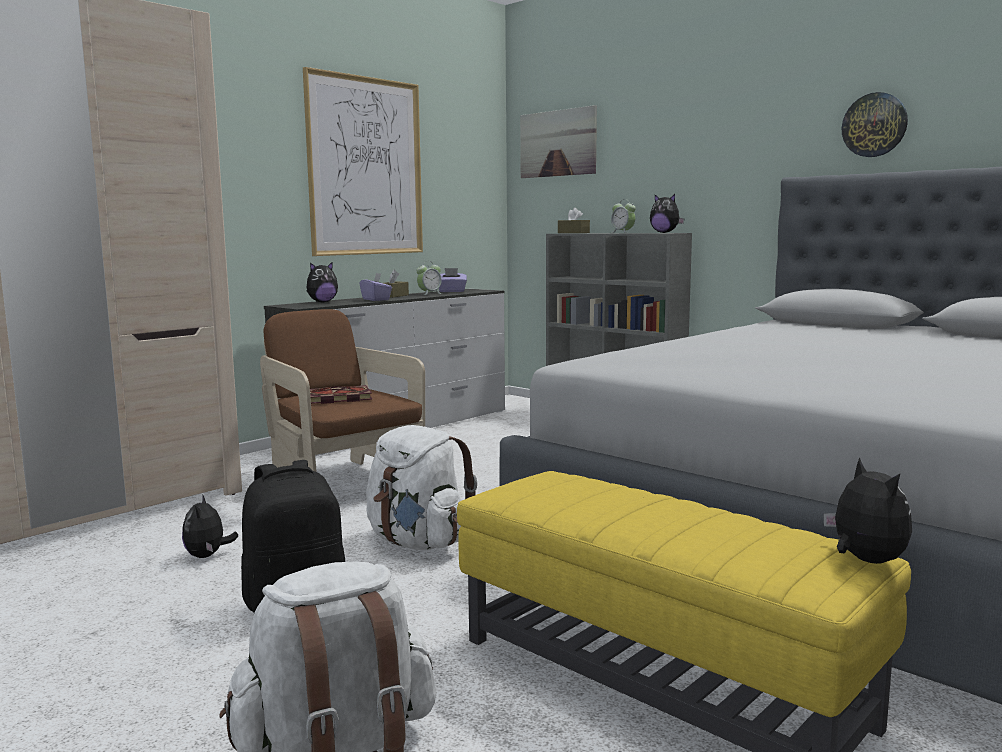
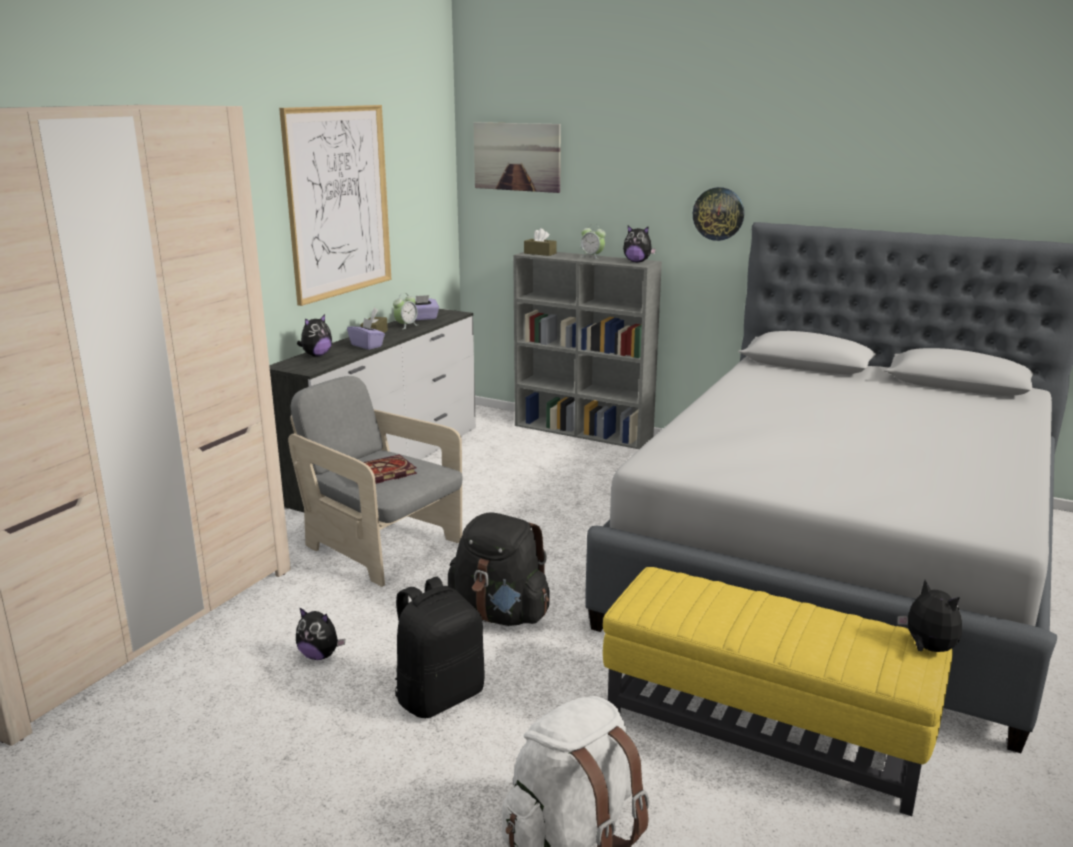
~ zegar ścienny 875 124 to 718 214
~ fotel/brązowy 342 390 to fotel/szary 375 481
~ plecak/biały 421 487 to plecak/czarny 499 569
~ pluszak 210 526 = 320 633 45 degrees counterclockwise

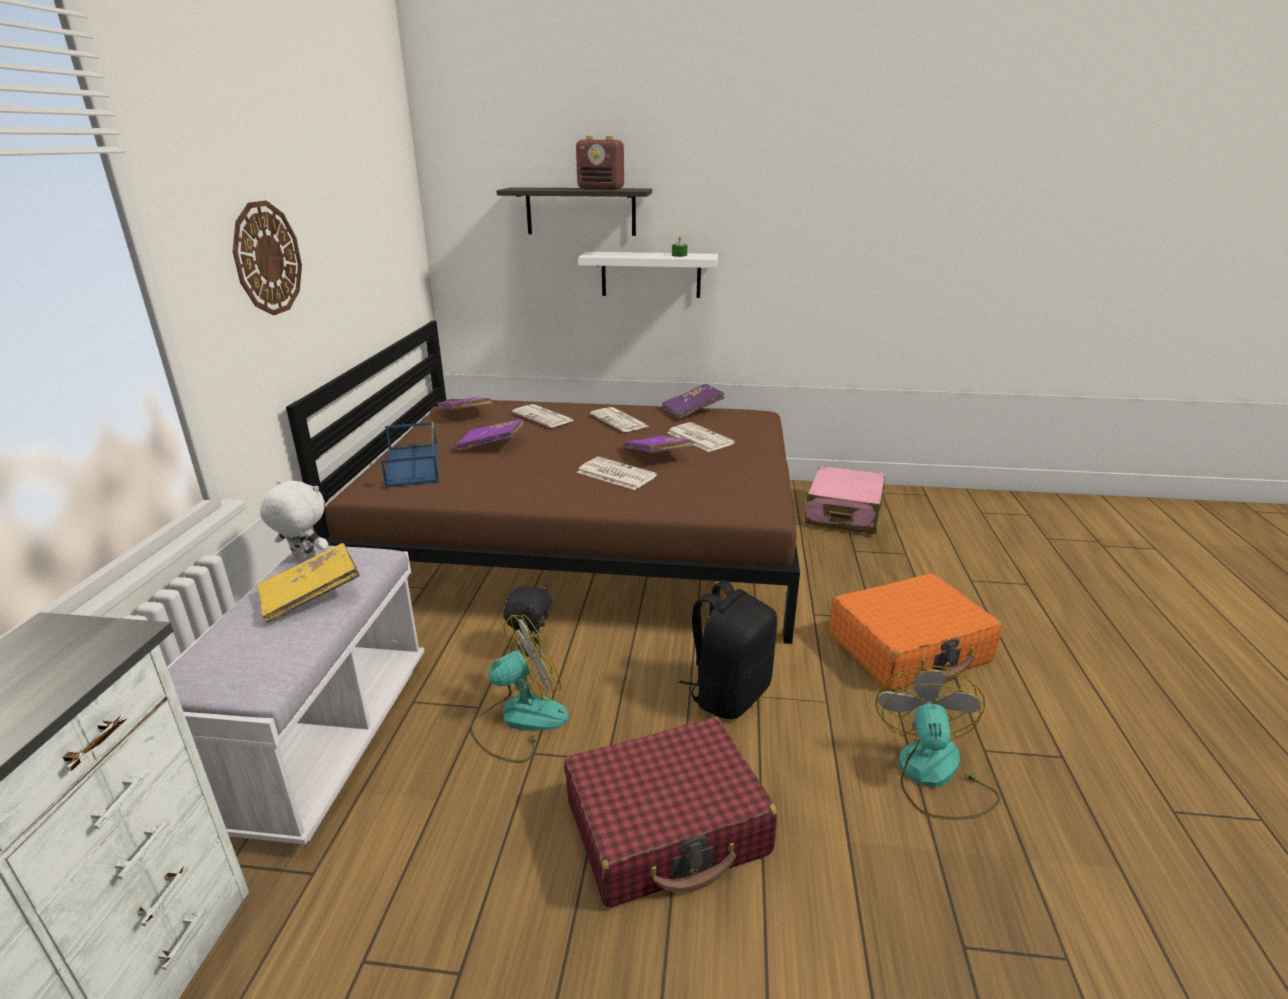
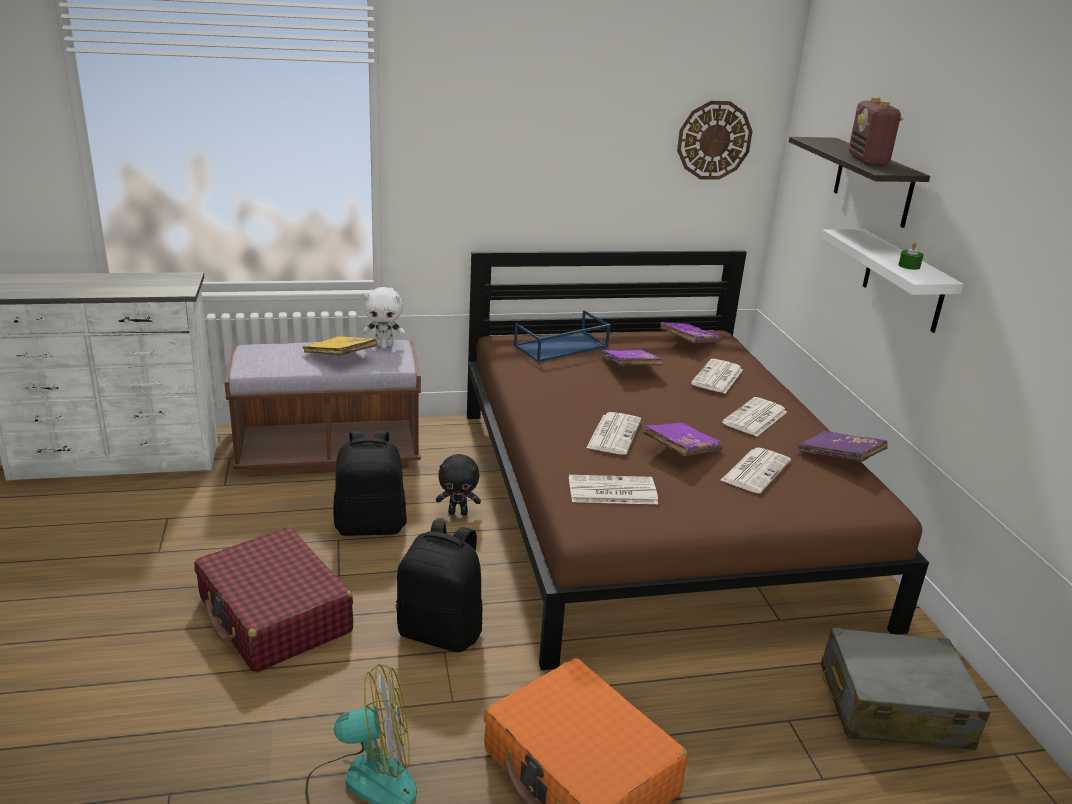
~ zegar ścienny 267 257 to 715 140
~ walizka/różowy 845 500 to walizka/szary 906 688
~ pluszak/biały 294 520 = 384 316 90 degrees clockwise
~ ławka/biały 295 695 to ławka/brązowy 322 408
~ wentylator 519 689 to plecak/czarny 370 483
+ gazeta 613 489

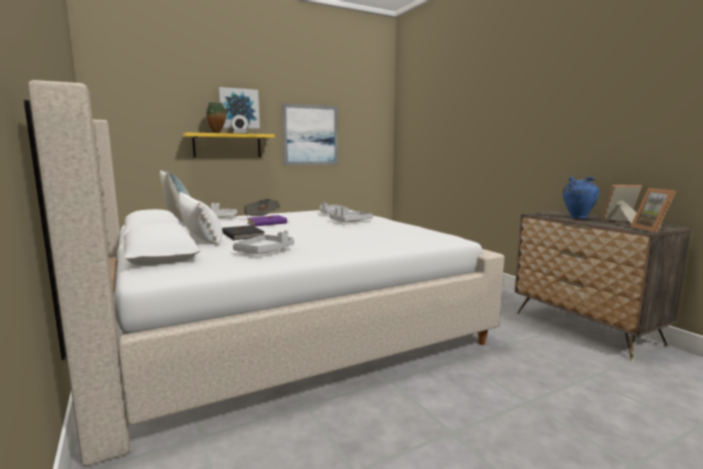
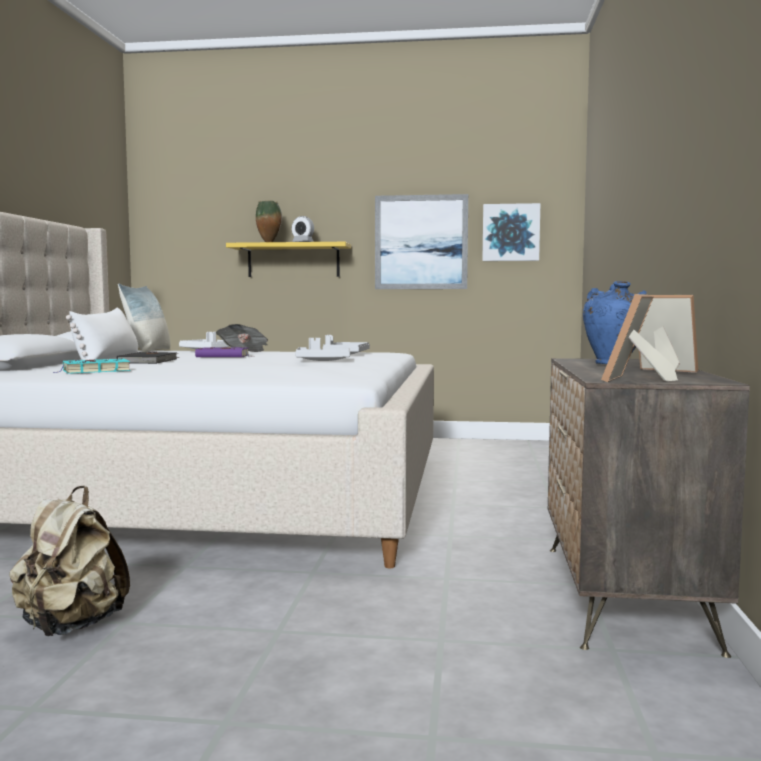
~ obraz 239 108 to 511 232
~ taca/szary 263 242 to książka/turkusowy 90 366
+ plecak/beżowy 69 561

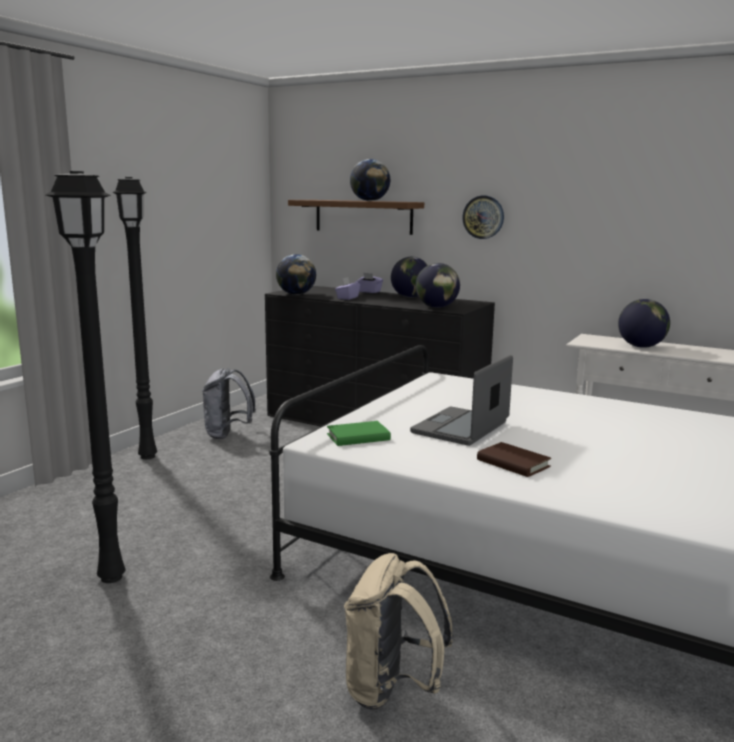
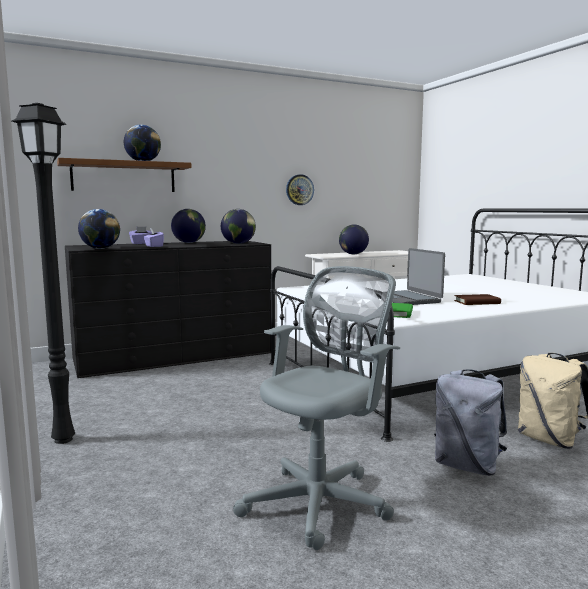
~ lampa stojąca/czarny 85 377 to krzesło biurowe/szary 316 408
~ zegar ścienny 483 217 to 300 189
~ plecak/szary 229 403 to 470 422

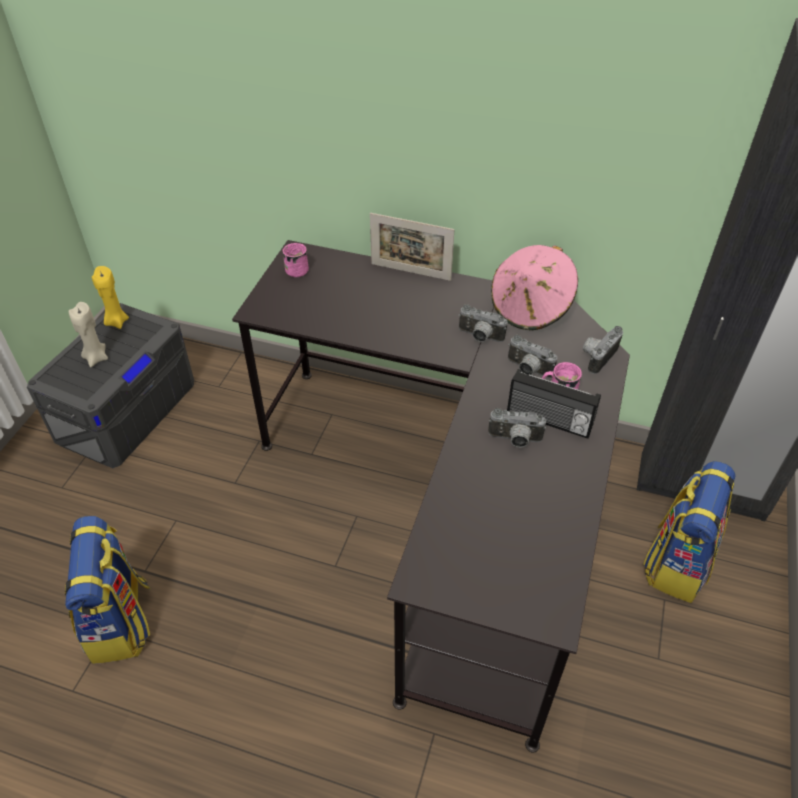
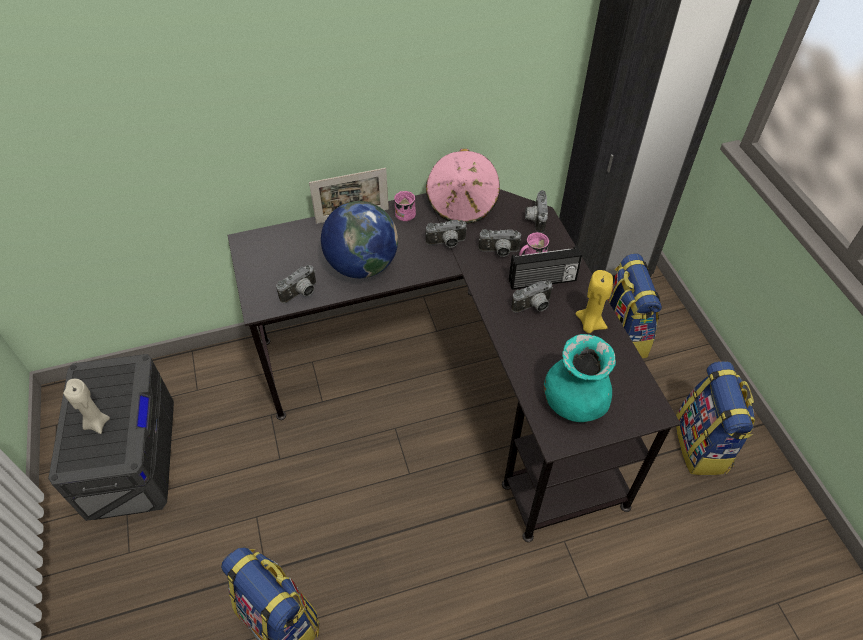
~ kubek/różowy 295 260 to 405 206
~ świeca/żółty 110 297 to 594 301
+ globus 359 239
+ aparat fotograficzny 296 284
+ wazon/turkusowy 580 378
+ plecak 715 418

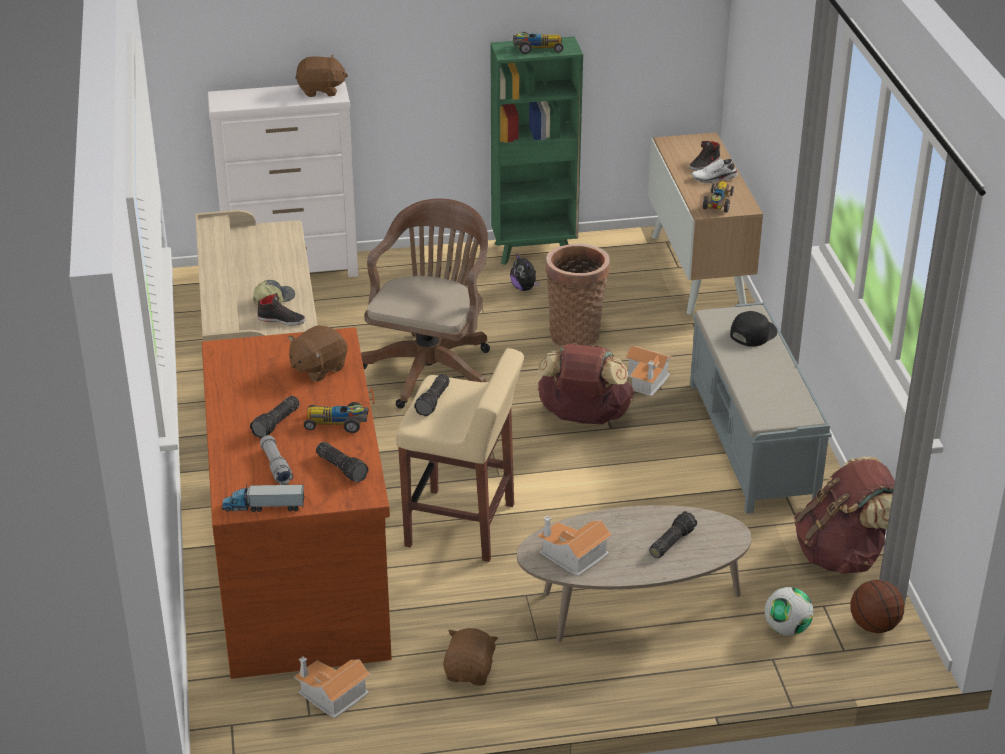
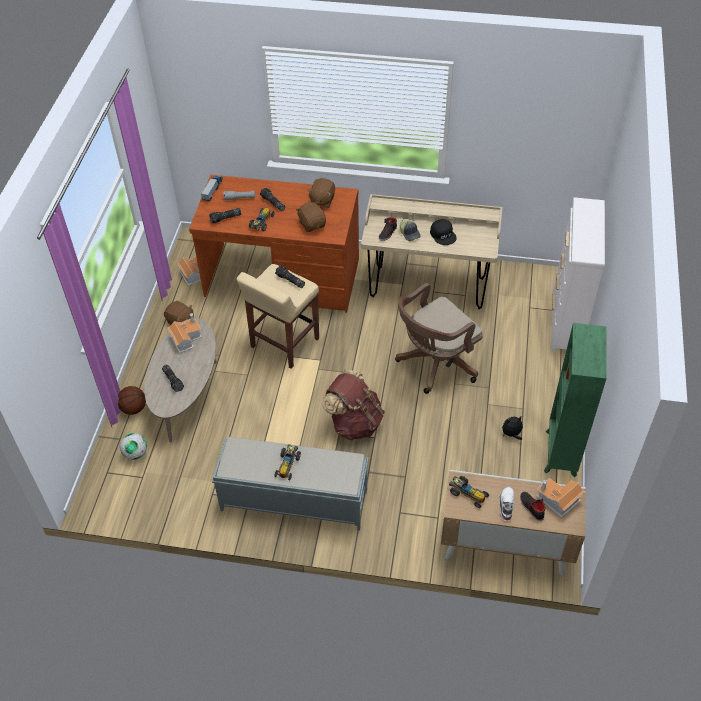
~ samochodzik 538 43 to 287 462
~ pluszak/brązowy 321 76 to 321 193
~ krzesło biurowe/brązowy 425 303 = 439 338 105 degrees clockwise
- koszyk 578 295
~ czapka z daszkiem/czarny 753 329 to 443 232
~ domek 649 371 to 560 498
- plecak/brązowy 844 515
~ piłka do koszykówki 877 606 to 132 400

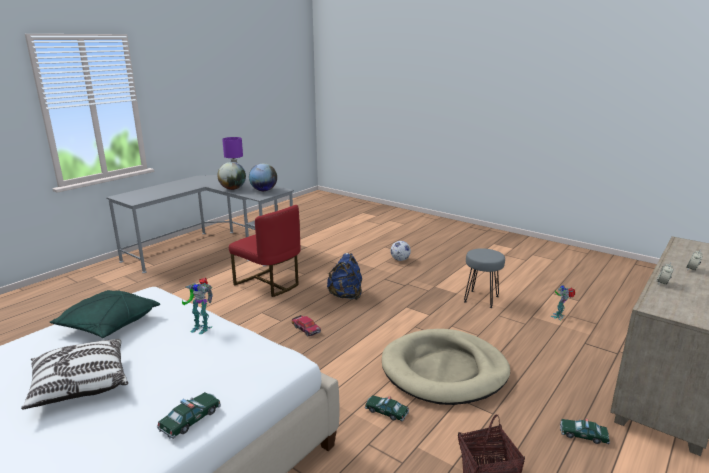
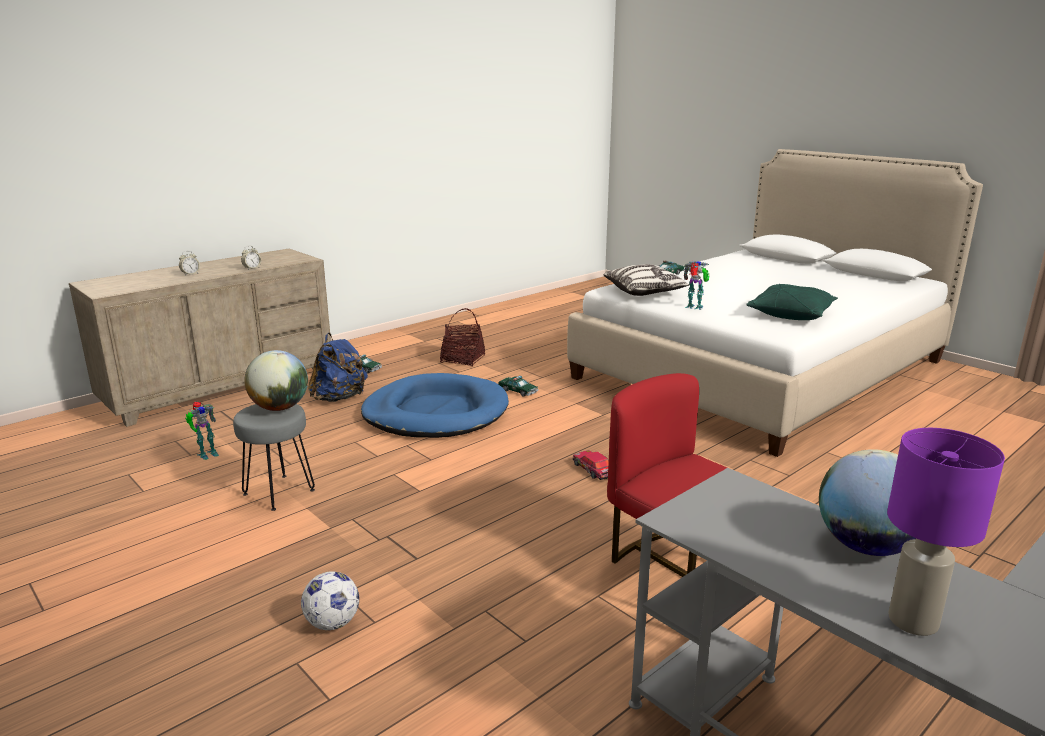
~ globus 263 177 to 276 380
~ plecak/niebieski 344 276 to 338 367
~ legowisko/beżowy 446 367 to legowisko/niebieski 435 405
~ poduszka 74 374 to 646 280

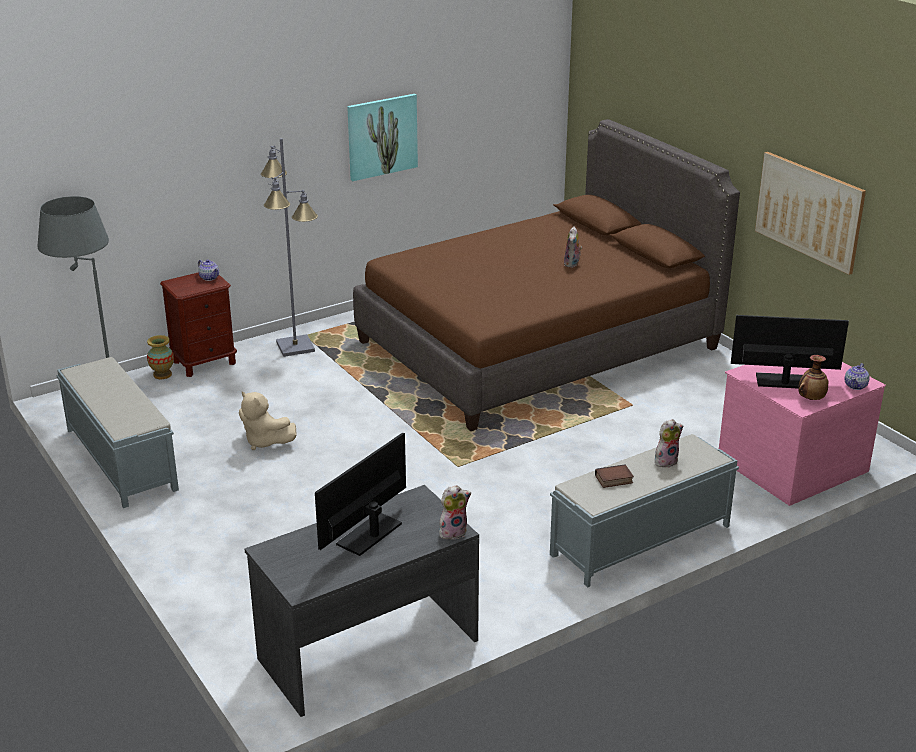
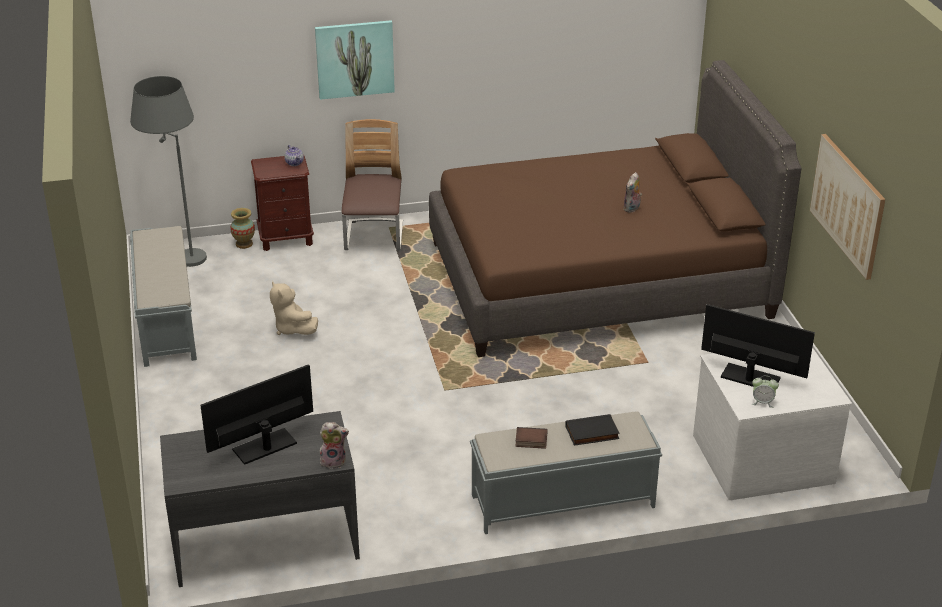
~ obraz 382 137 to 355 60
~ lampa stojąca/szary 289 247 to krzesło 372 184
~ wazon 813 377 to budzik 765 392
~ komoda/różowy 802 434 to komoda/biały 772 423
- imbryk 857 376
~ pluszak 669 443 to książka/czarny 592 430

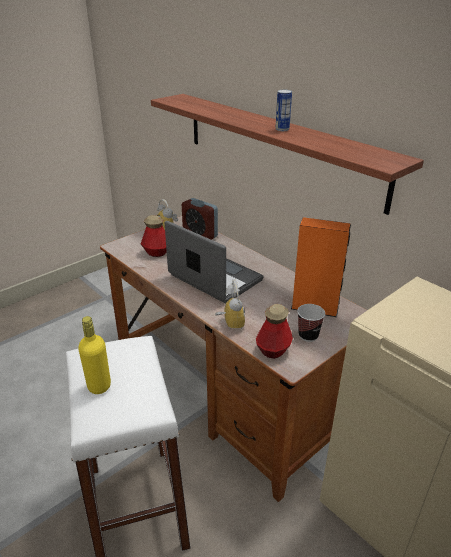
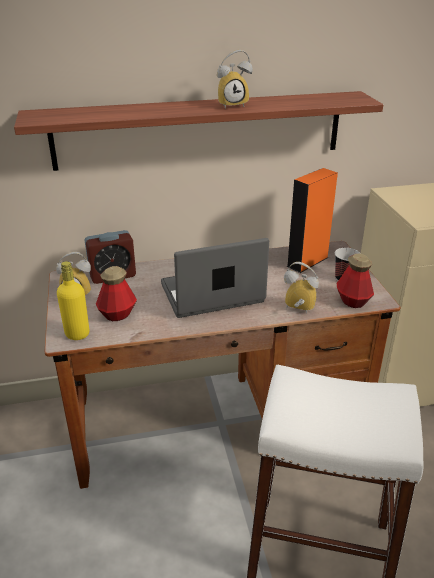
~ puszka 283 110 to budzik 235 79
~ butelka/żółty 94 355 to 73 300

